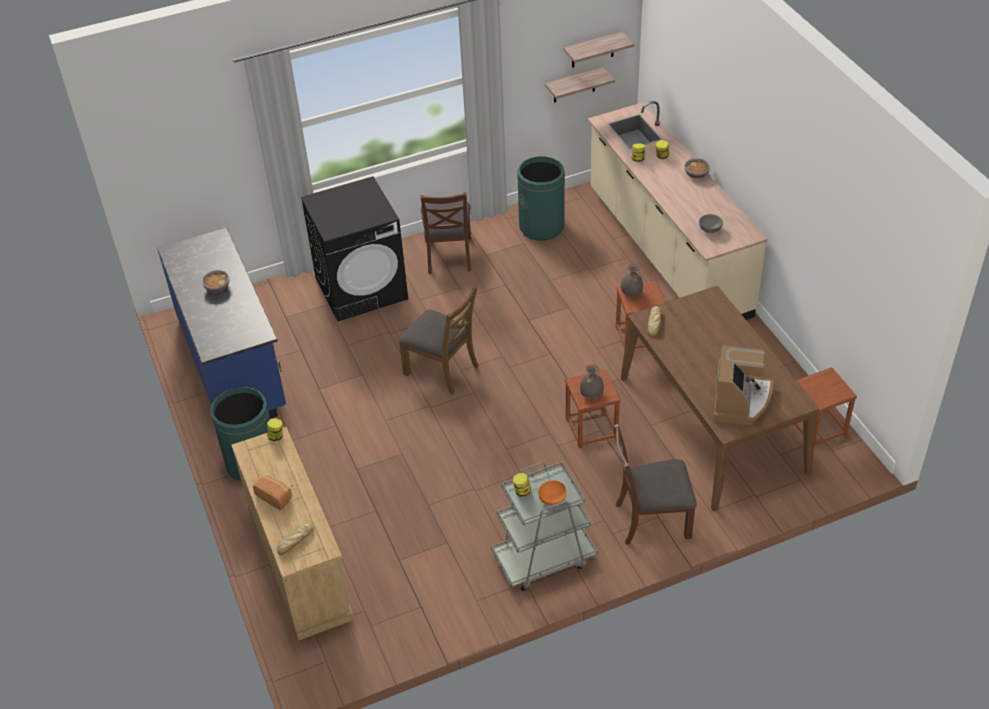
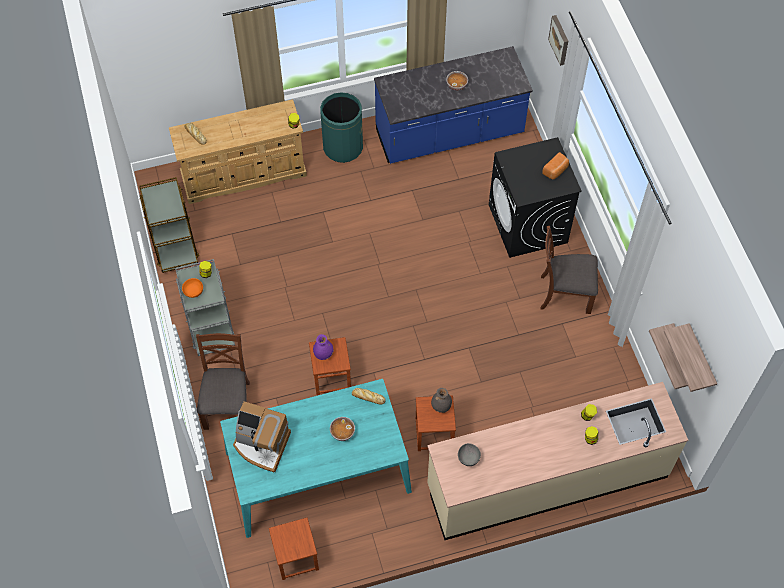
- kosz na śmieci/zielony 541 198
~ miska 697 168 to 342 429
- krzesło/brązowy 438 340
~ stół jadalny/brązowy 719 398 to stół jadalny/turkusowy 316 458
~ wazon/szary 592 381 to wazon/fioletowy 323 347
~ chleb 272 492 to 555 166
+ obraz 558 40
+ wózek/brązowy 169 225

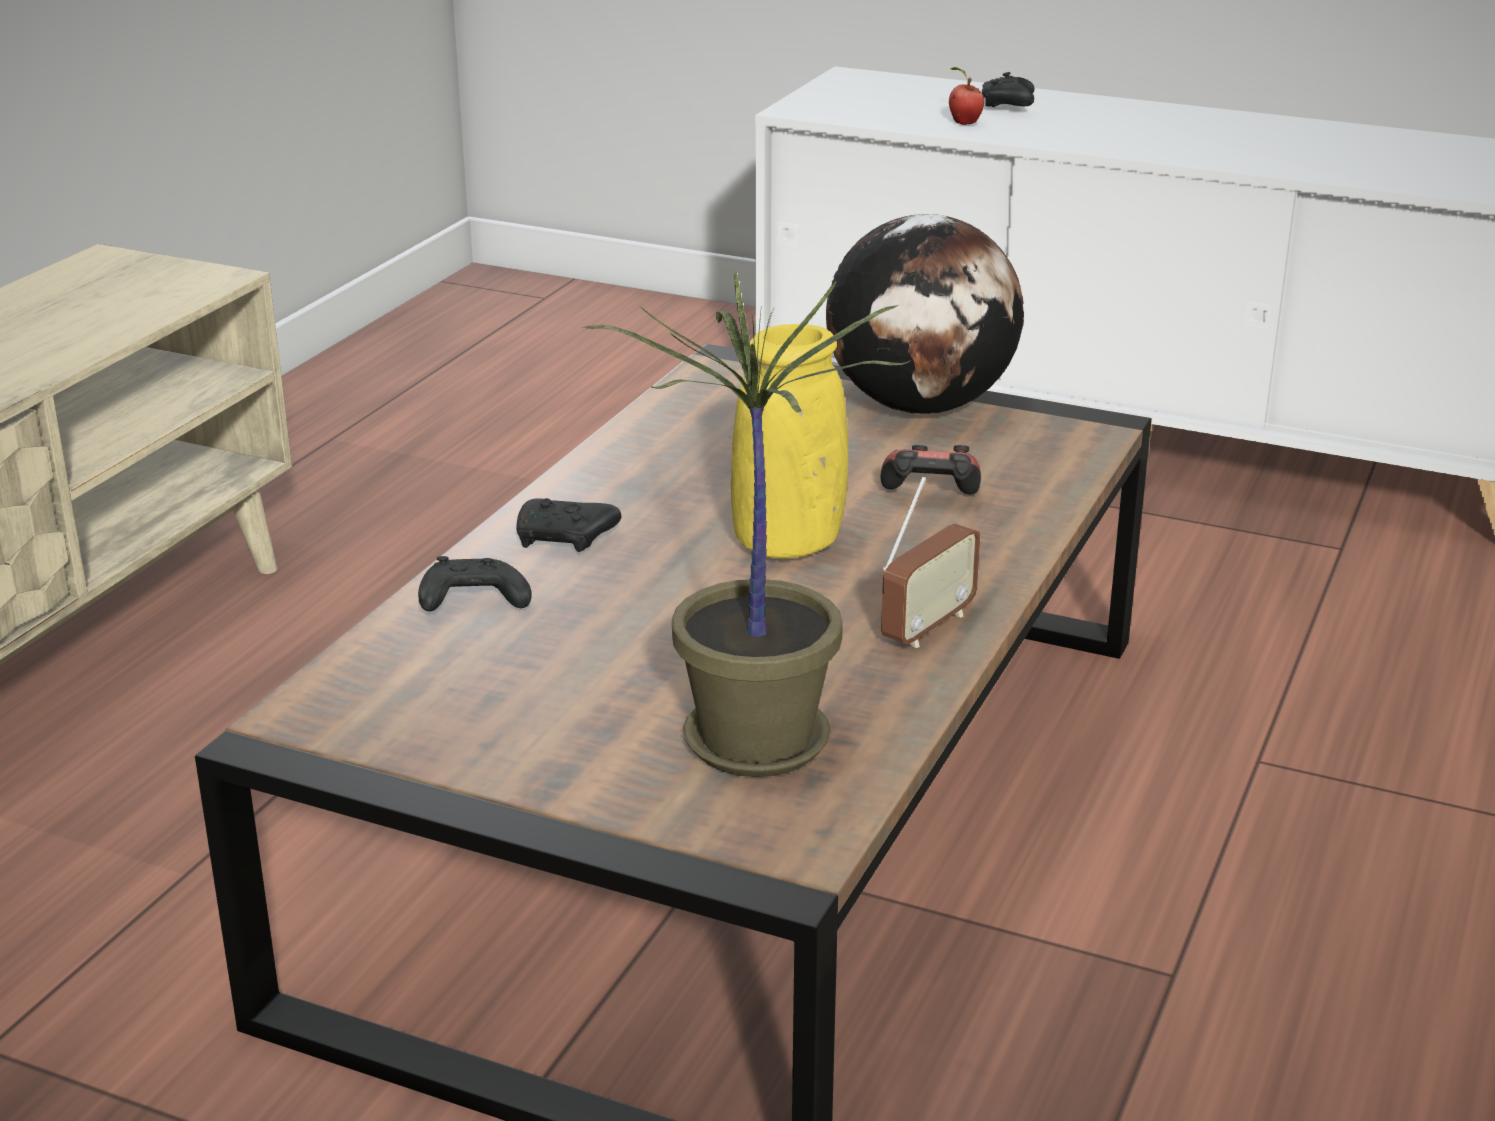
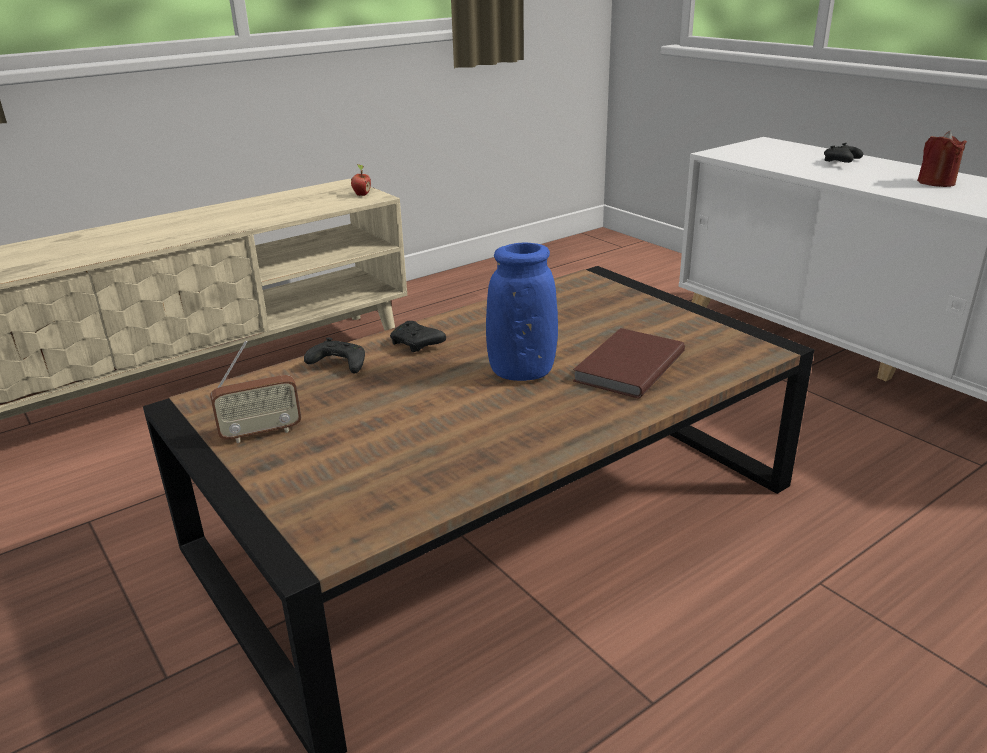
~ jabłko 967 96 to 361 180
- globus 925 314
- roślina doniczkowa 746 524
~ wazon/żółty 789 441 to wazon/niebieski 522 311
~ pad do gier 930 470 to książka/brązowy 629 363
~ radio 930 562 to 255 392
+ świeca/czerwony 942 159

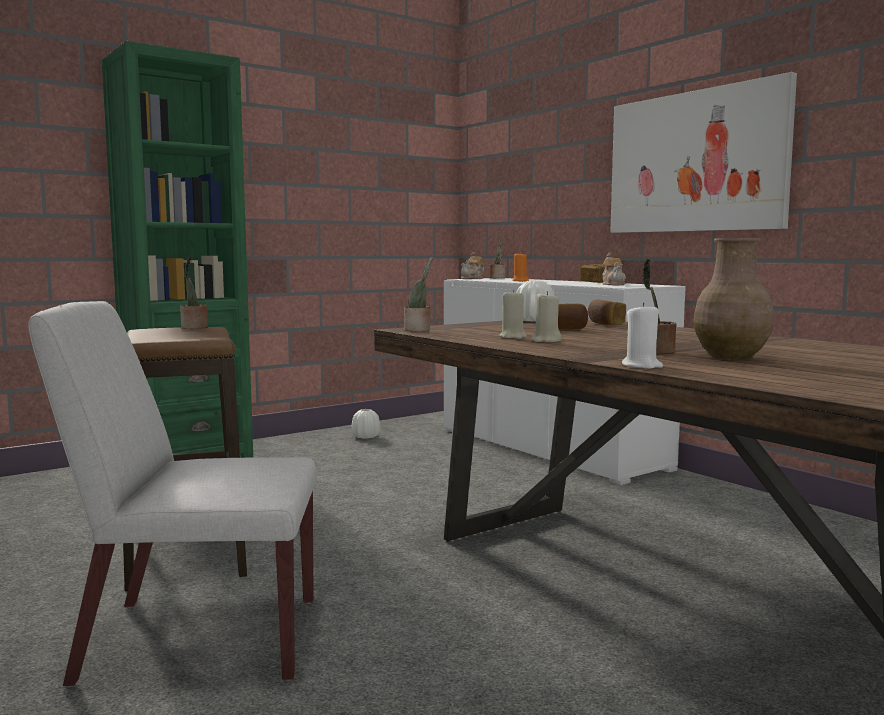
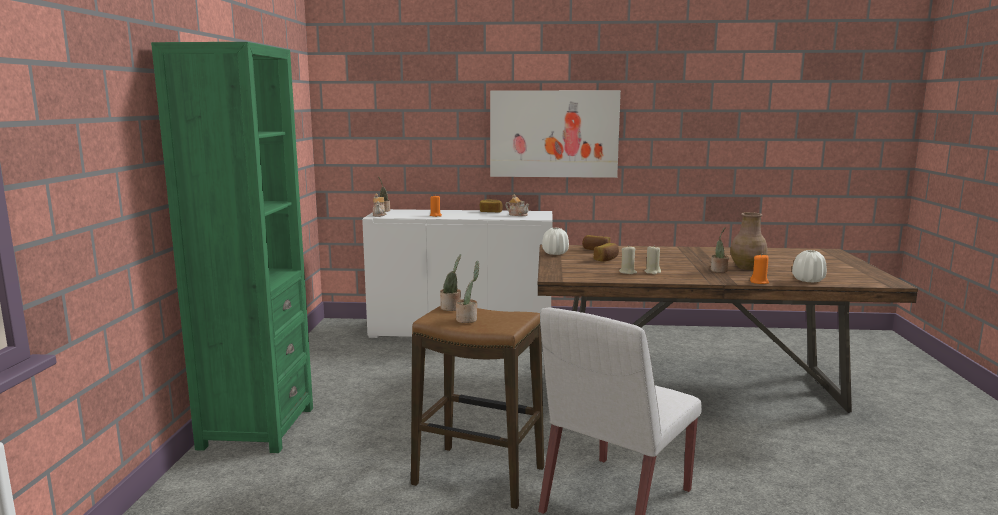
~ roślina doniczkowa 418 294 to 467 292
~ świeca/biały 642 336 to świeca/pomarańczowy 759 269
~ wazon/biały 366 424 to 809 266

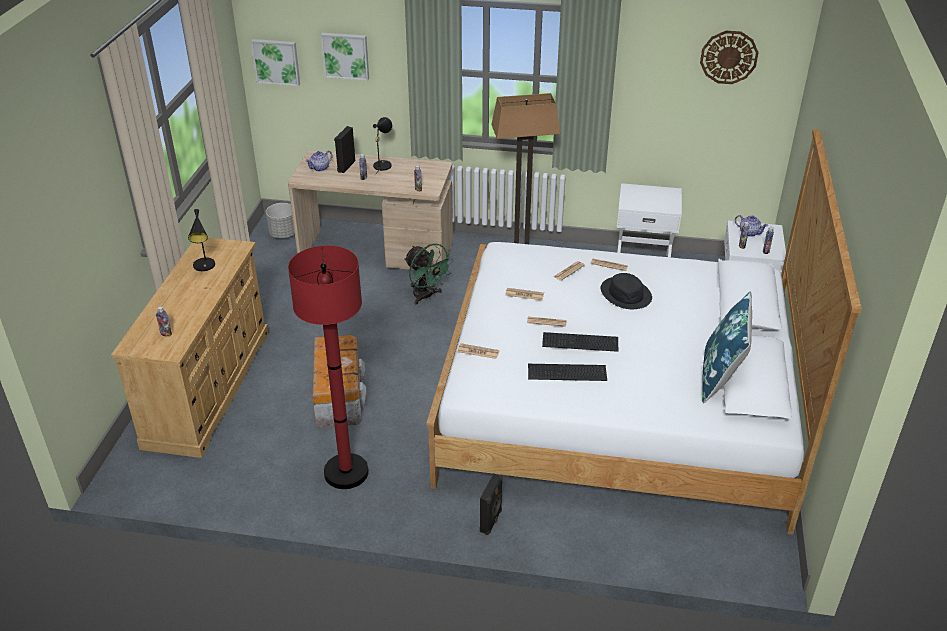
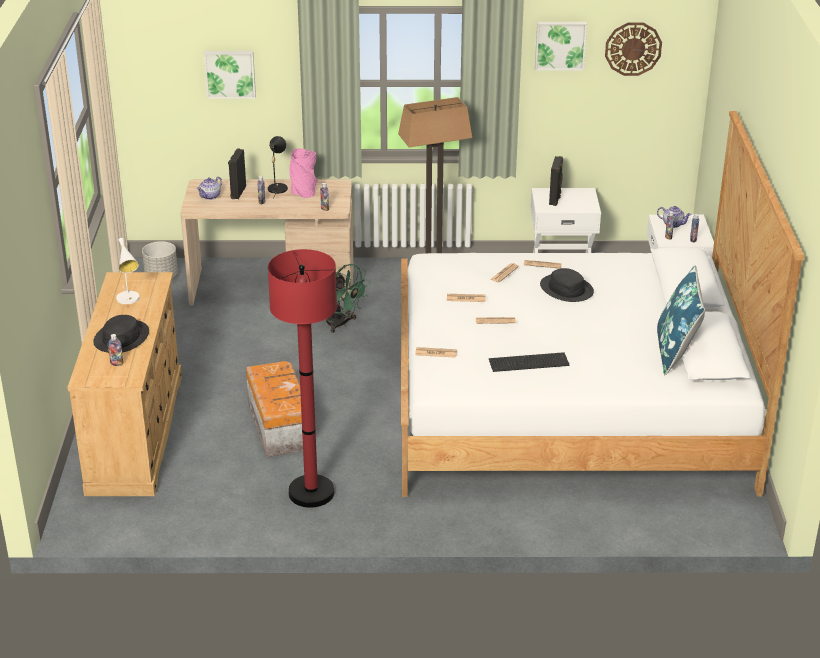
~ obraz 275 62 to 561 46
~ lampa stołowa/czarny 201 240 to lampa stołowa/biały 127 271
- klawiatura 580 342
~ głośnik/czarny 491 504 to 556 181
+ wazon/różowy 303 173
+ kapelusz/czarny 121 334

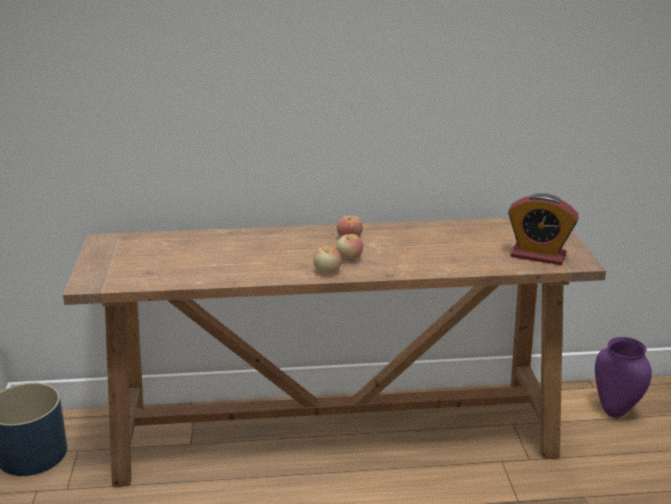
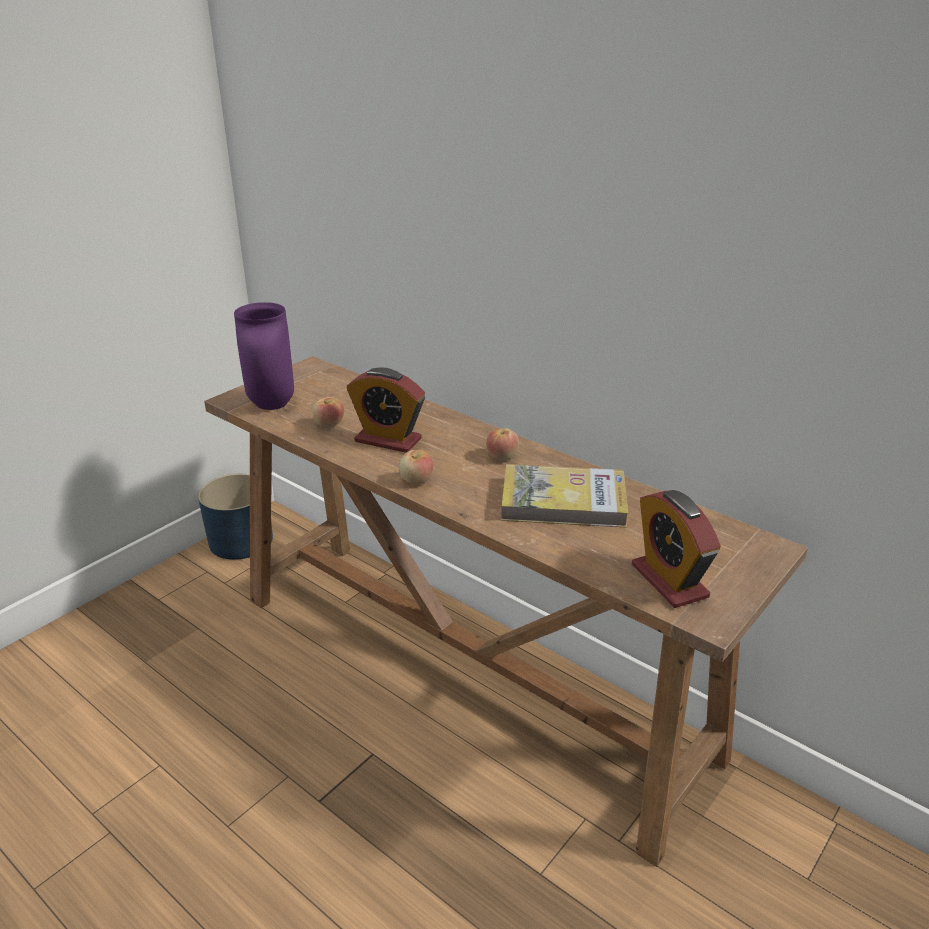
~ jabłko 349 247 to 328 412
~ wazon/fioletowy 623 377 to 264 356
+ budzik 385 410
+ książka 564 496

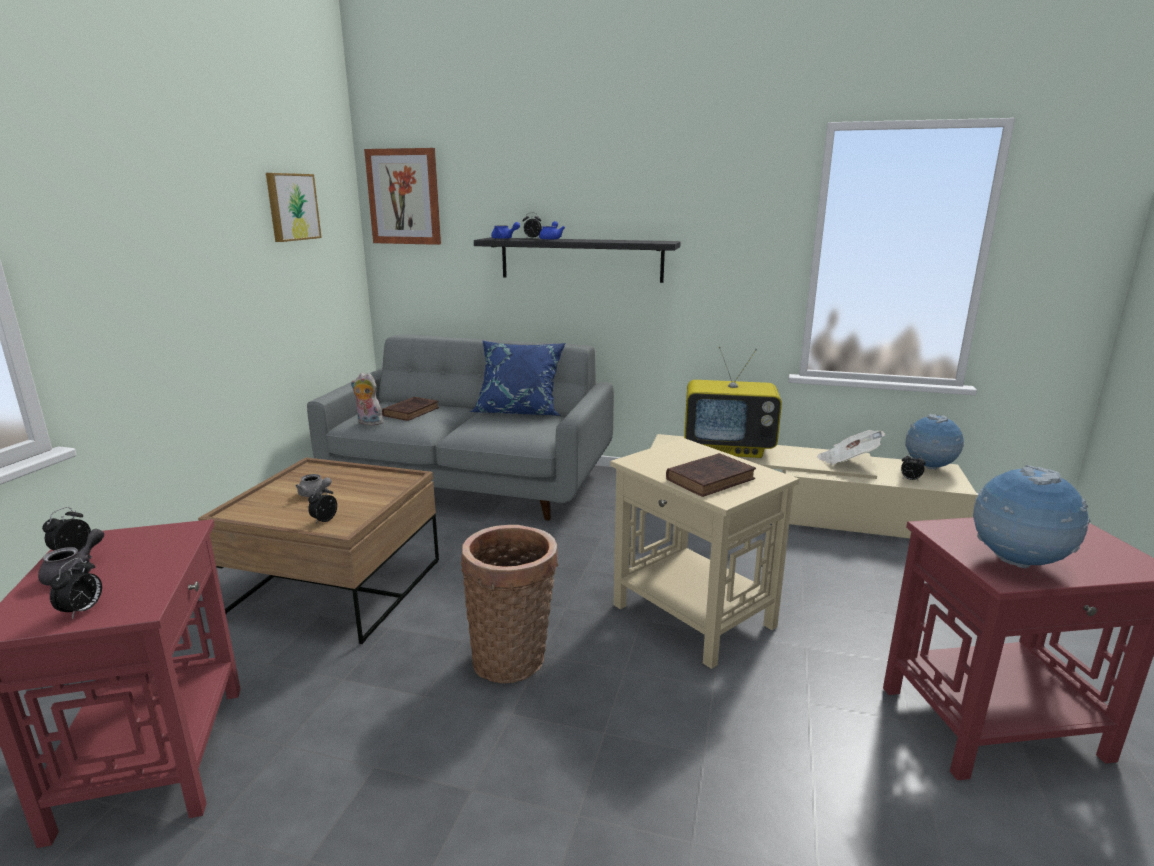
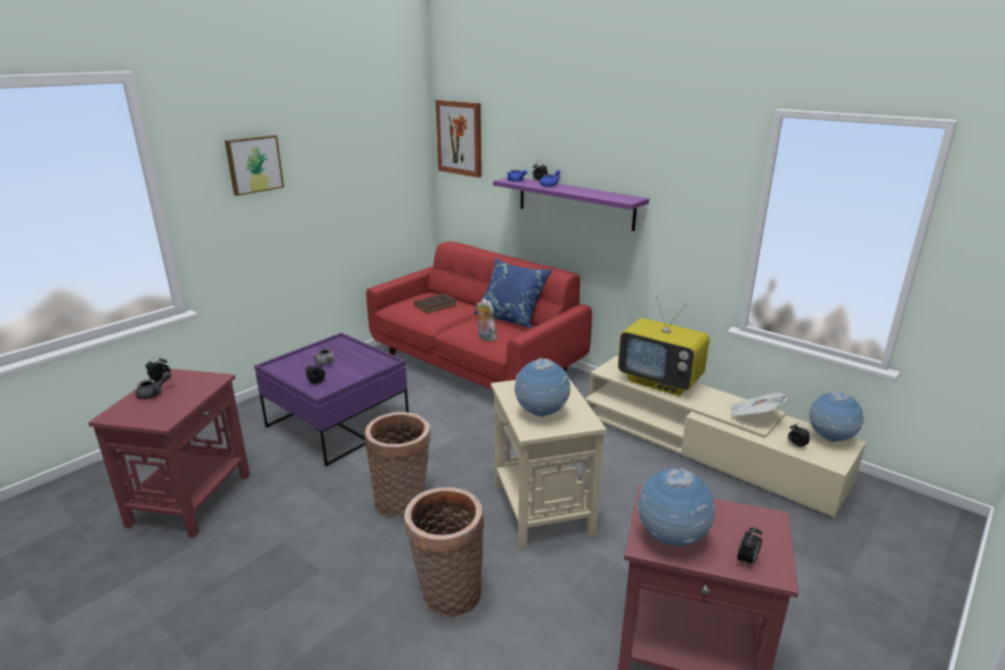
~ obraz 294 207 to 254 165
~ półka/czarny 577 260 to półka/fioletowy 571 204
~ kanapa/szary 460 428 to kanapa/czerwony 479 315
~ pluszak 367 399 to 486 320
~ książka/brązowy 711 475 to globus 542 387
~ ława/brązowy 318 550 to ława/fioletowy 331 399
~ budzik 76 588 to 749 547
+ koszyk 444 551

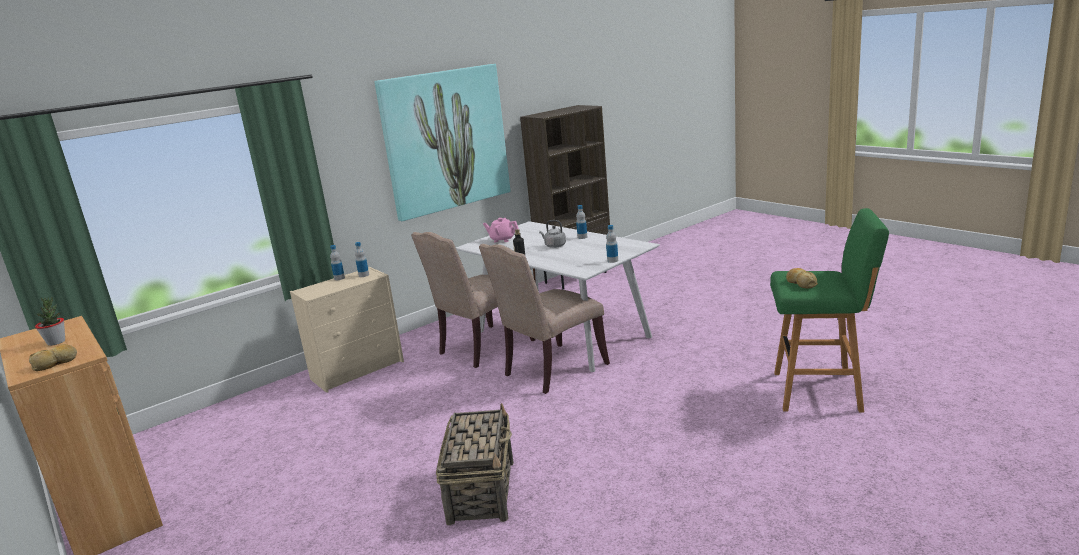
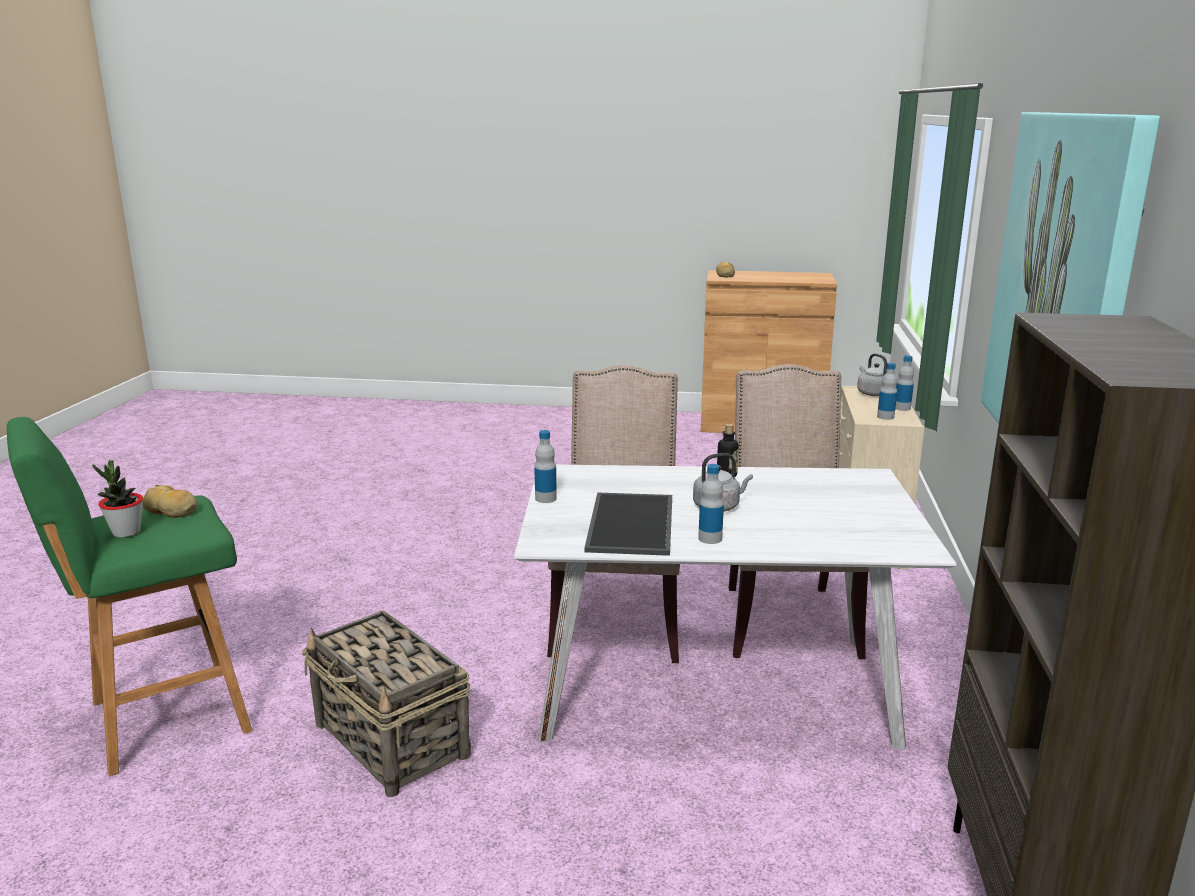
- imbryk/różowy 501 230
~ roślina doniczkowa 50 321 to 117 499
~ koszyk 475 464 to 386 703
+ czajnik/szary 872 374
+ taca 628 524

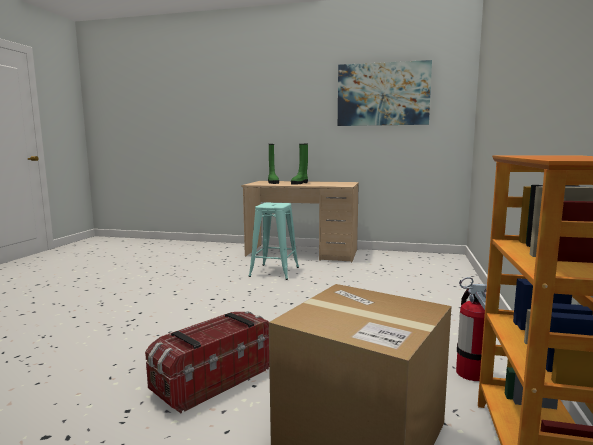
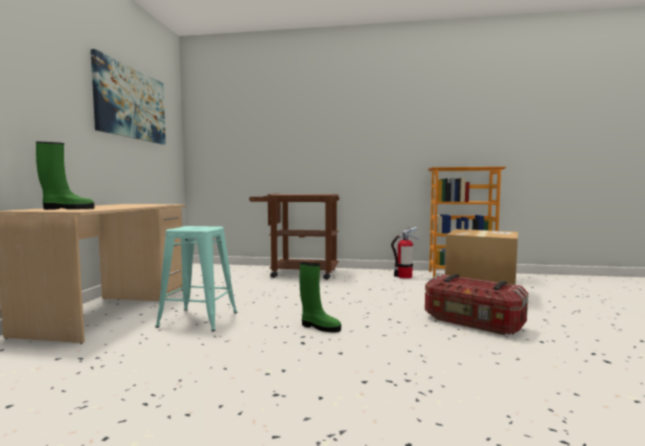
~ but z cholewką/zielony 299 164 to 320 297
+ wózek/brązowy 294 236

